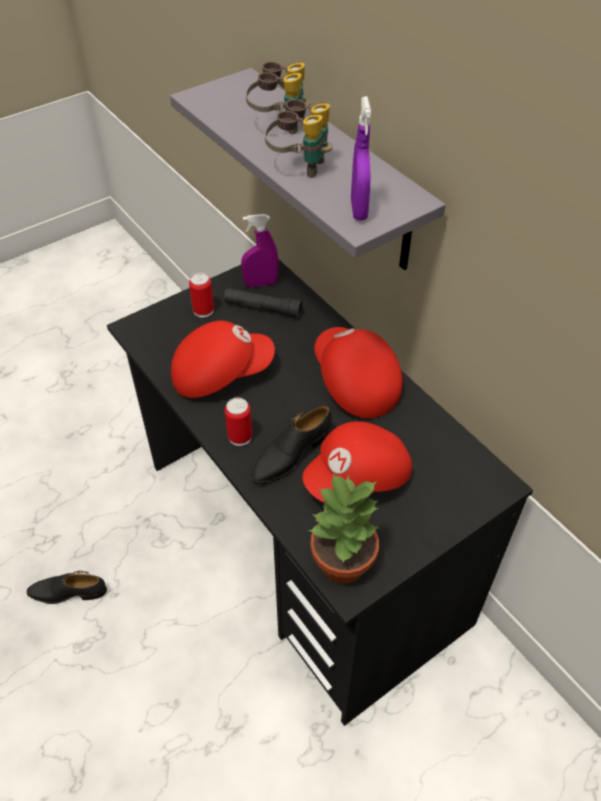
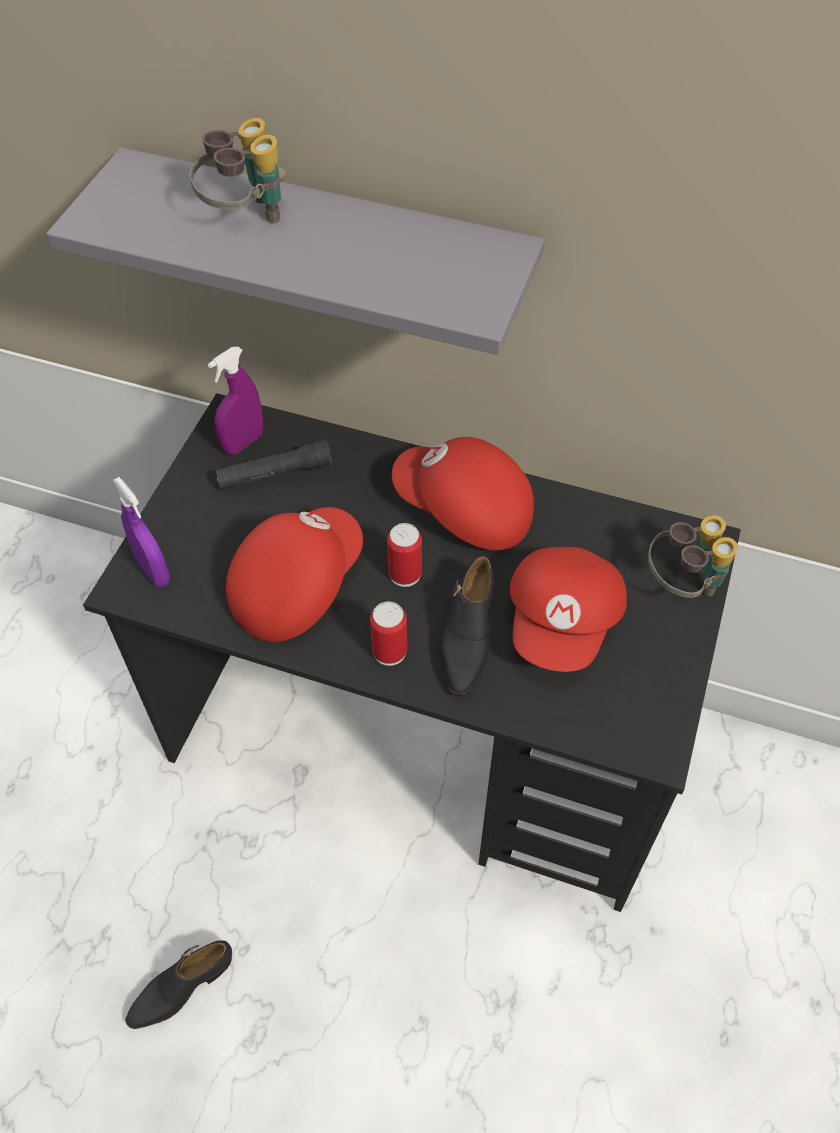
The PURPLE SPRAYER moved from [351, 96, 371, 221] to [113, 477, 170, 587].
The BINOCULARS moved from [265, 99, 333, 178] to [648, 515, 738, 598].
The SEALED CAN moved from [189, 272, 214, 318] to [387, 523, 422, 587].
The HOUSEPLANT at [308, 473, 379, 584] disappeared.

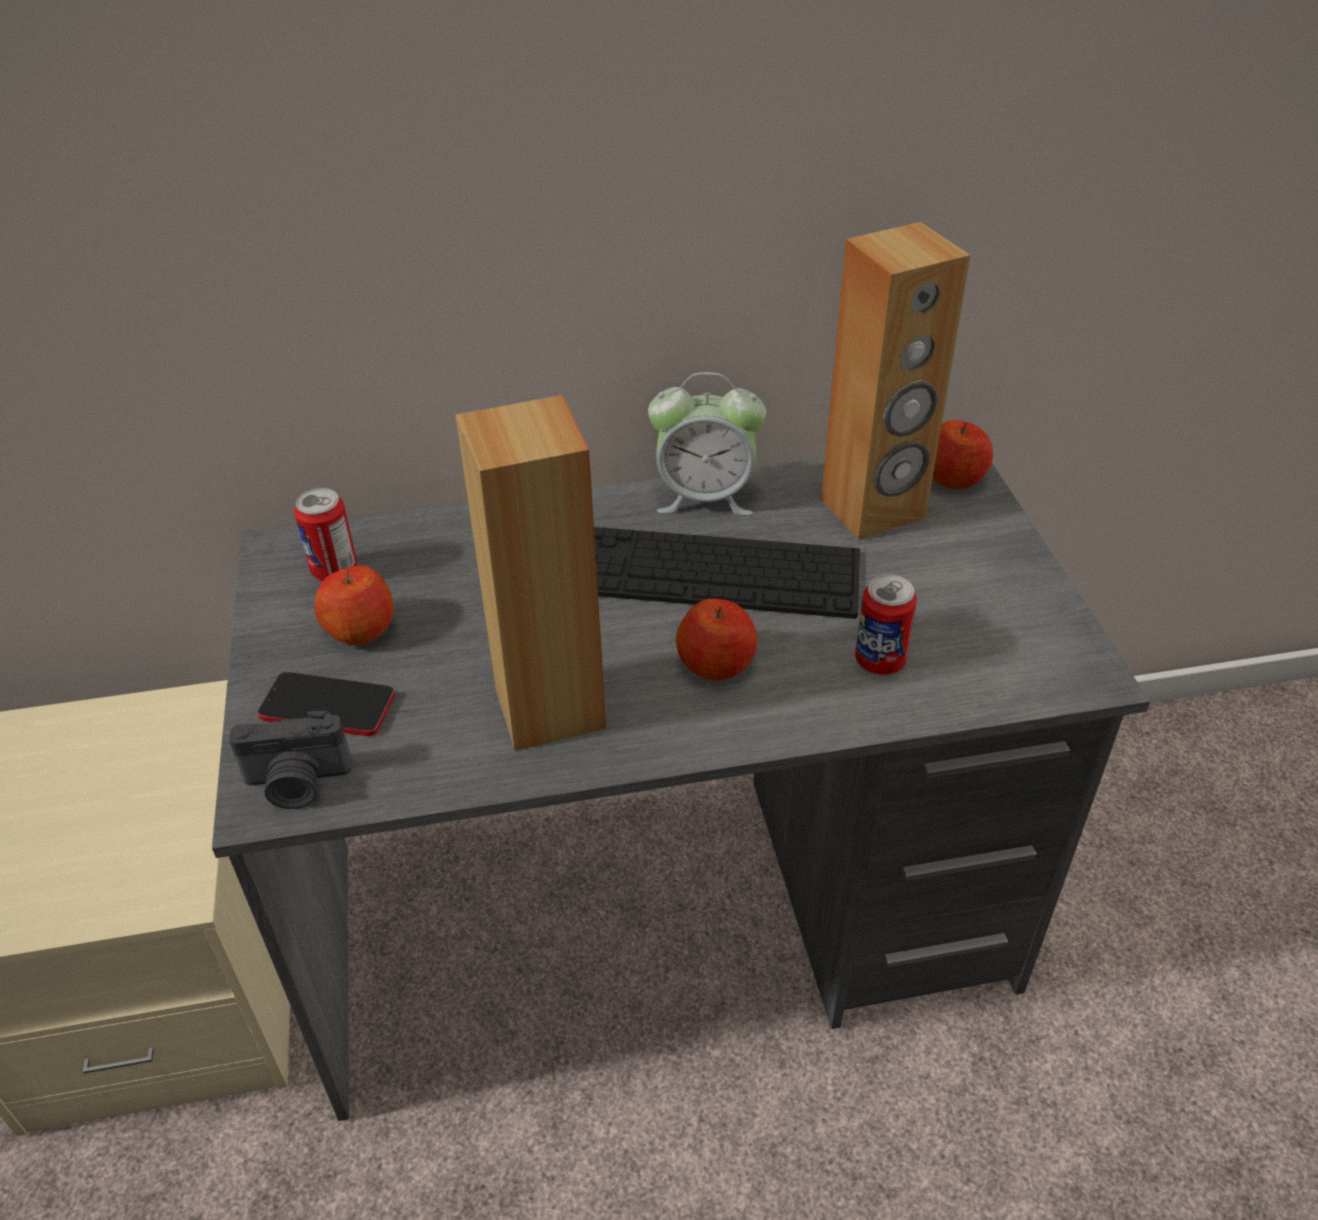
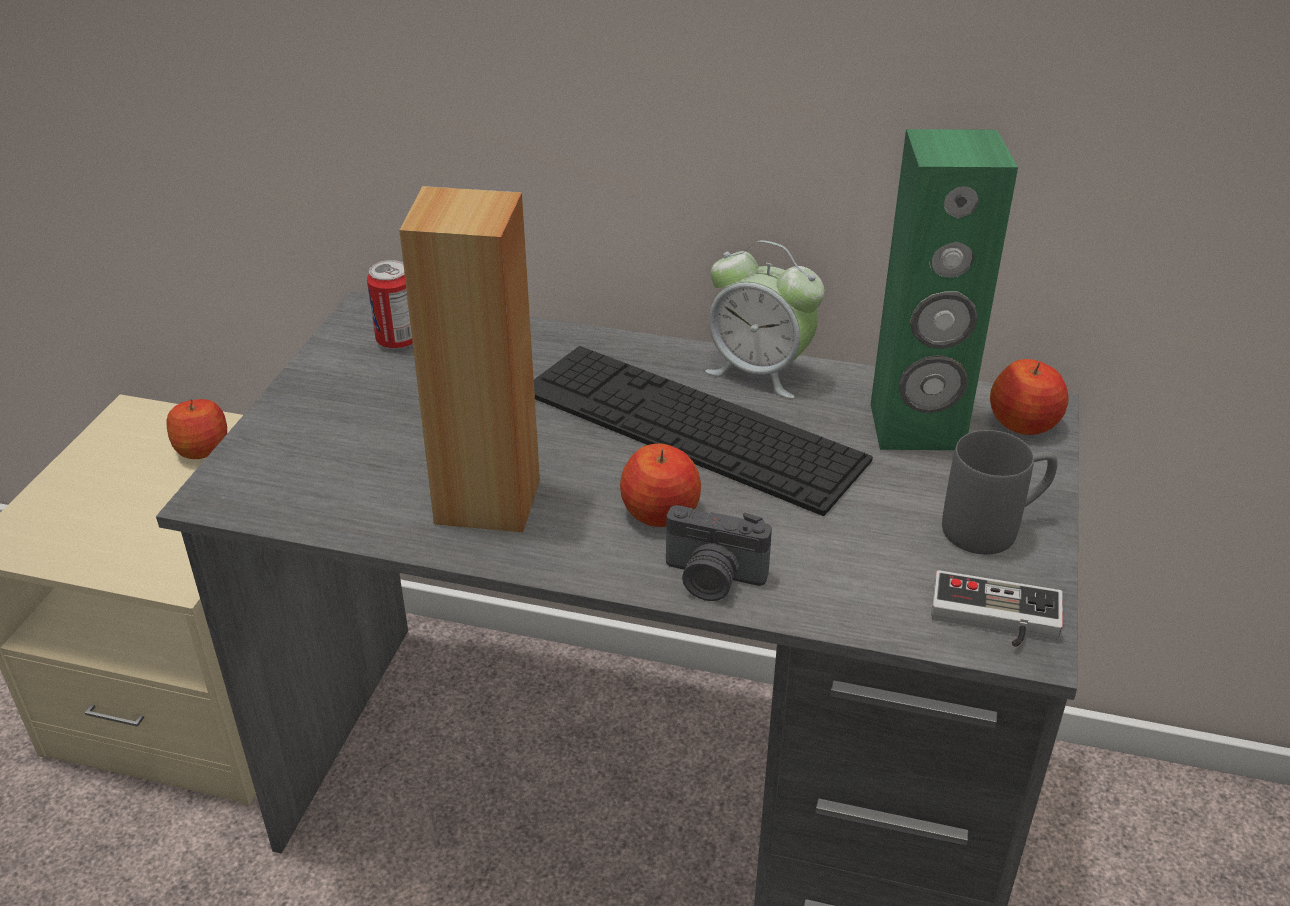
The BROWNISH LOUDSPEAKER at [821, 222, 970, 540] became the GREENISH LOUDSPEAKER at [871, 129, 1018, 450].
The APPLE FRUIT moved from [314, 565, 394, 645] to [166, 399, 227, 459].
The SEALED CAN at [855, 574, 917, 675] disappeared.
The HANDSET at [257, 672, 395, 736] disappeared.
The PHOTO CAMERA moved from [229, 711, 352, 809] to [666, 505, 772, 601].
The GRAY MUG at [942, 430, 1057, 555] appeared.
The JOYPAD at [931, 570, 1063, 647] appeared.

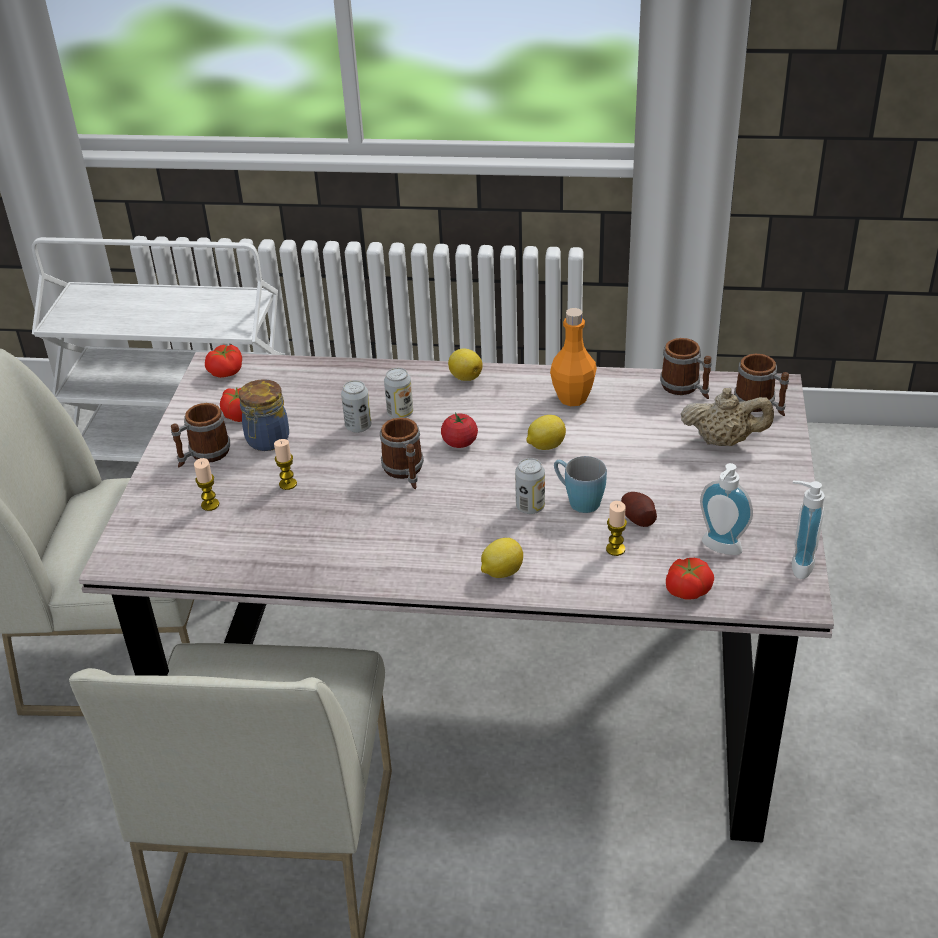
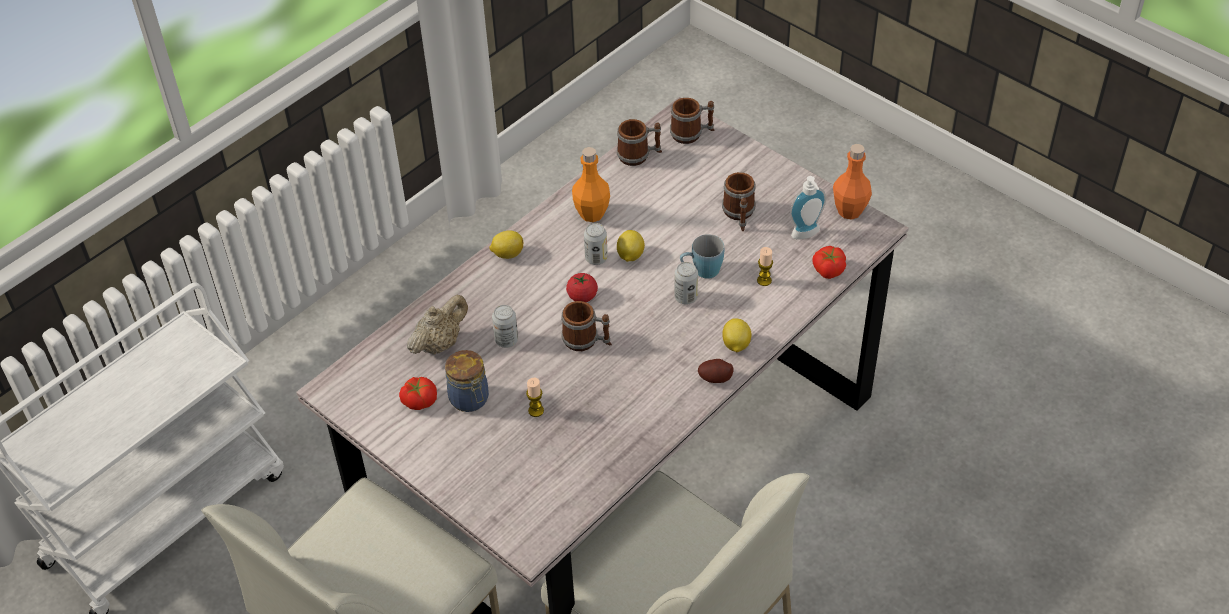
The FRESH TOMATO at [205, 345, 242, 378] disappeared.
The SEALED CAN moved from [384, 368, 413, 418] to [584, 223, 608, 265].
The BEIGE-COLOURED POT FOR TEA moved from [681, 388, 774, 446] to [407, 295, 468, 355].
The MUG moved from [171, 403, 230, 467] to [722, 172, 756, 231].
The CANDLE at [194, 458, 219, 511] disappeared.
The SOAP BOTTLE at [792, 481, 825, 579] was replaced by the ORANGE BEVERAGE BOTTLE at [833, 144, 872, 220].
The SPUD moved from [621, 492, 657, 527] to [698, 359, 734, 383].

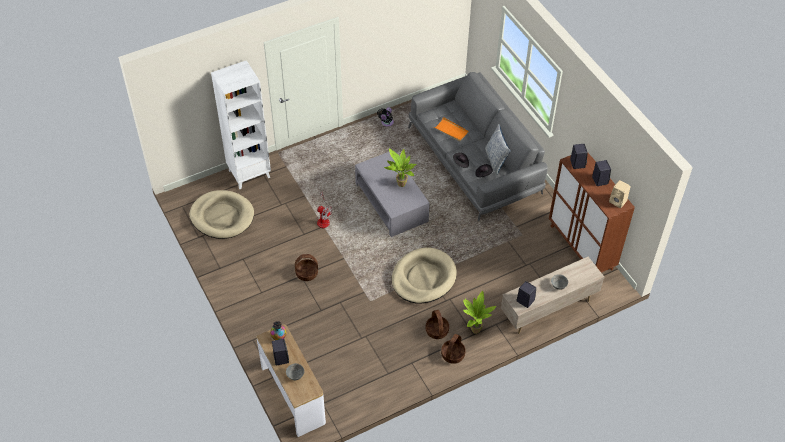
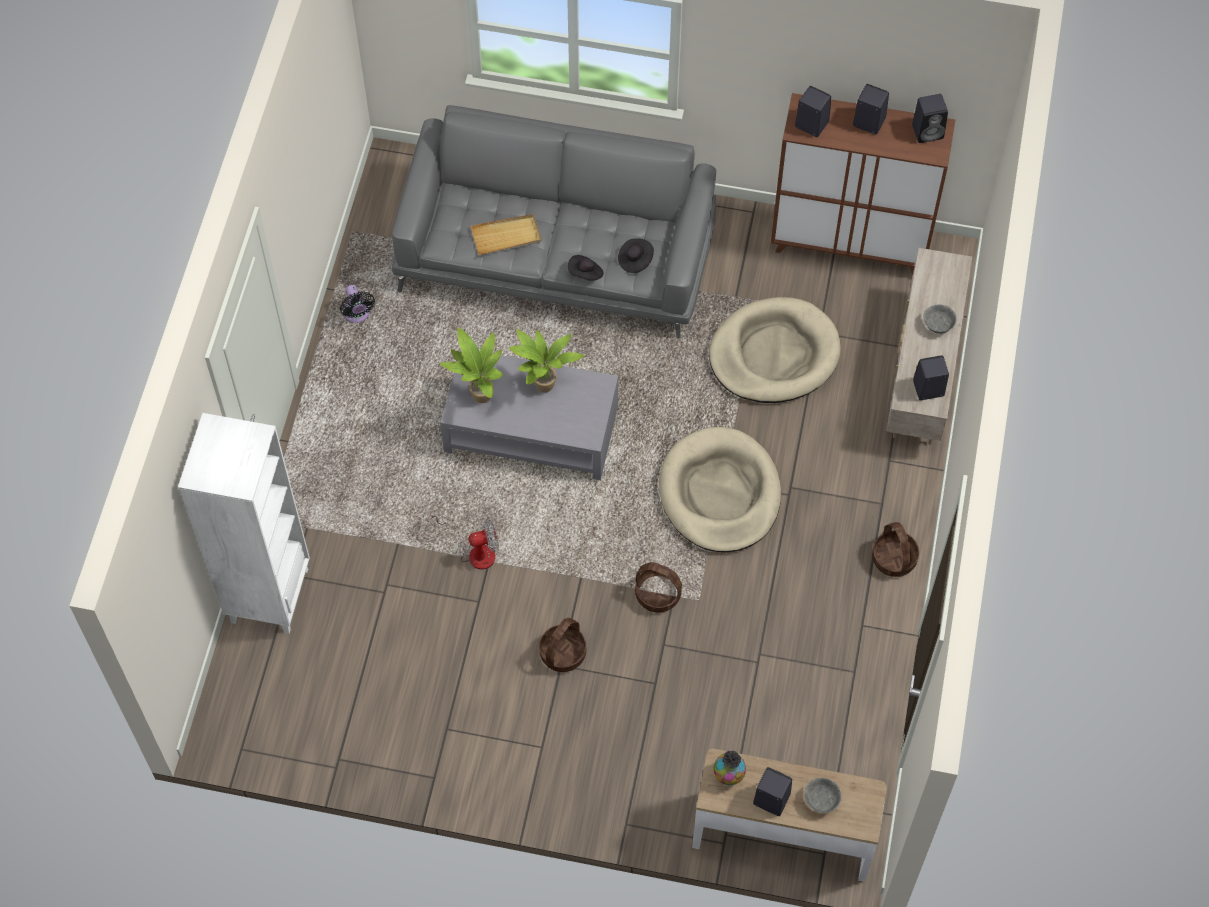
The ORANGE TRAY at [434, 117, 469, 142] became the BEIGE-COLOURED TRAY at [471, 214, 541, 255].
The THROW PILLOW at [485, 124, 511, 175] disappeared.
The BEIGE-COLOURED LOUDSPEAKER at [609, 180, 631, 208] became the BLACKISH LOUDSPEAKER at [912, 94, 948, 143].
The BEIGE-COLOURED DOG BED moved from [189, 190, 254, 239] to [709, 297, 841, 403].
The HOUSEPLANT moved from [463, 291, 496, 334] to [440, 328, 503, 403].
The BASKET moved from [426, 310, 449, 339] to [635, 562, 682, 613].

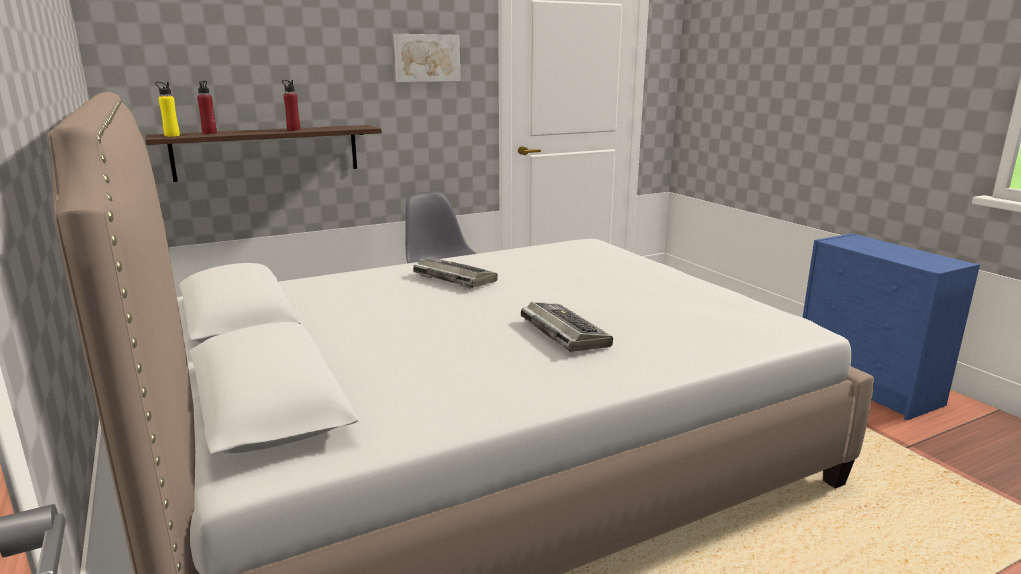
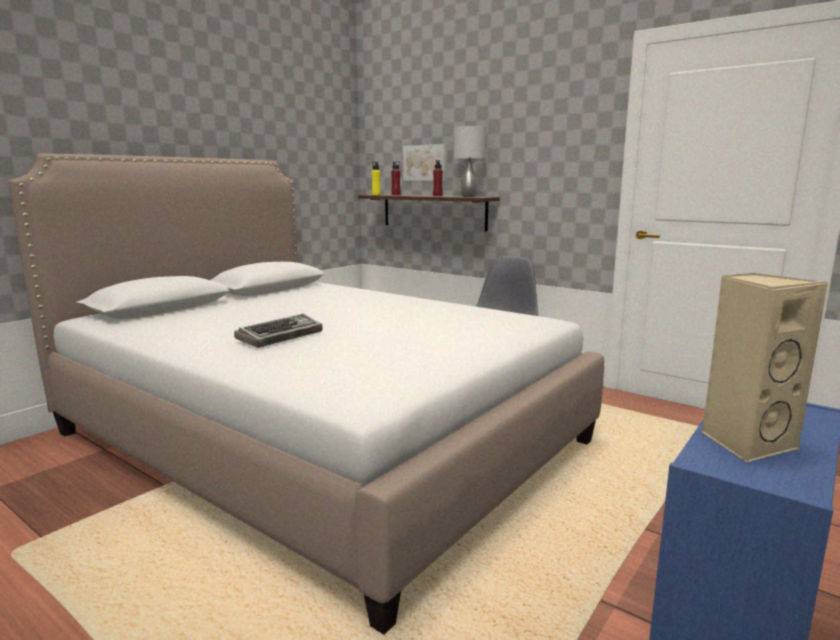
The PICTURE moved from [393, 34, 460, 82] to [403, 144, 447, 181].
The PC KEYBOARD at [413, 259, 498, 289] disappeared.
The GRAY TABLETOP LAMP at [454, 126, 486, 197] appeared.
The BEIGE-COLOURED LOUDSPEAKER at [701, 273, 828, 463] appeared.

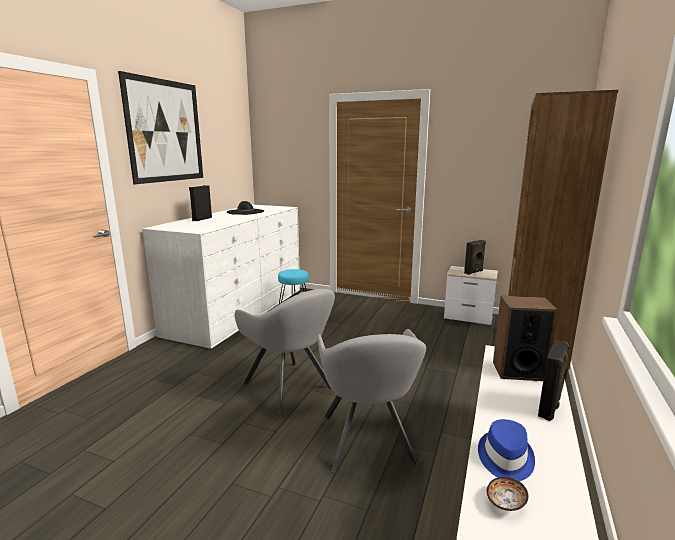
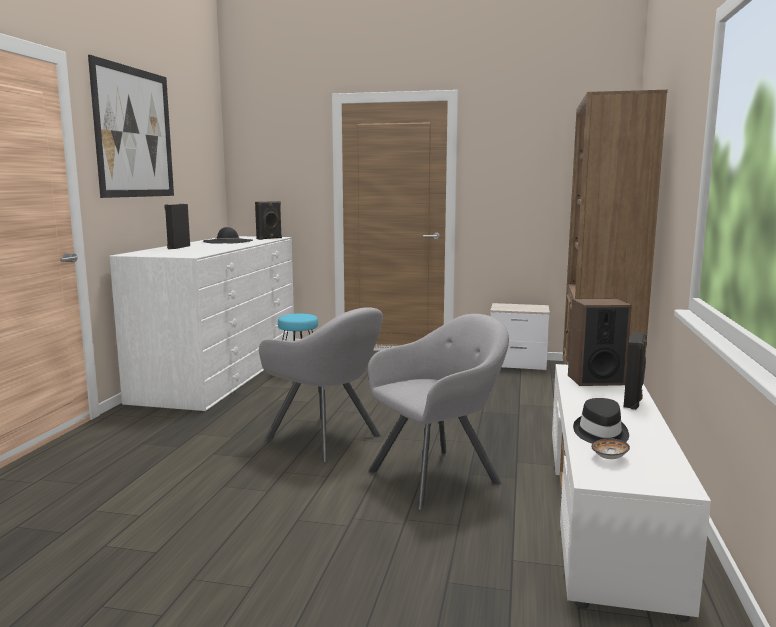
The BLACKISH LOUDSPEAKER moved from [464, 240, 486, 275] to [255, 201, 282, 240].
The GRAY EASY CHAIR at [317, 329, 426, 473] turned 105 degrees counterclockwise.
The BLUISH WEARABLE HAT at [478, 419, 535, 481] became the BLACKISH WEARABLE HAT at [573, 398, 629, 444].

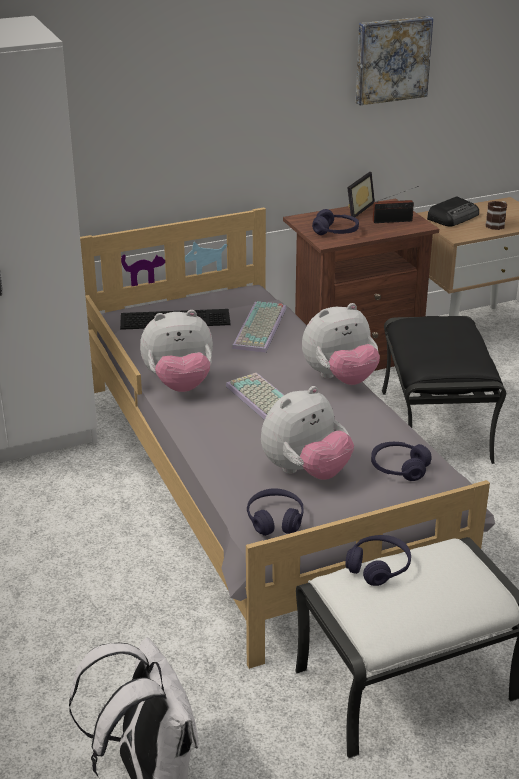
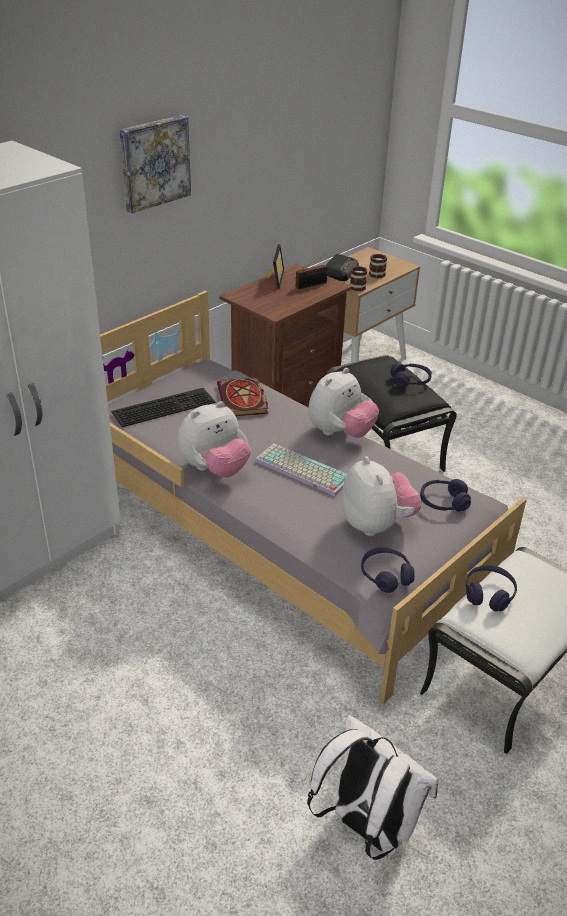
The PICTURE moved from [356, 16, 433, 105] to [120, 115, 191, 214].
The PURPLE HEADSET moved from [312, 209, 359, 235] to [390, 362, 432, 387].
The PC KEYBOARD at [232, 301, 287, 353] was replaced by the BOOK at [217, 378, 268, 416].
The CUDDLY TOY at [261, 386, 354, 480] turned 45 degrees counterclockwise.
The MUG at [350, 266, 367, 291] appeared.

